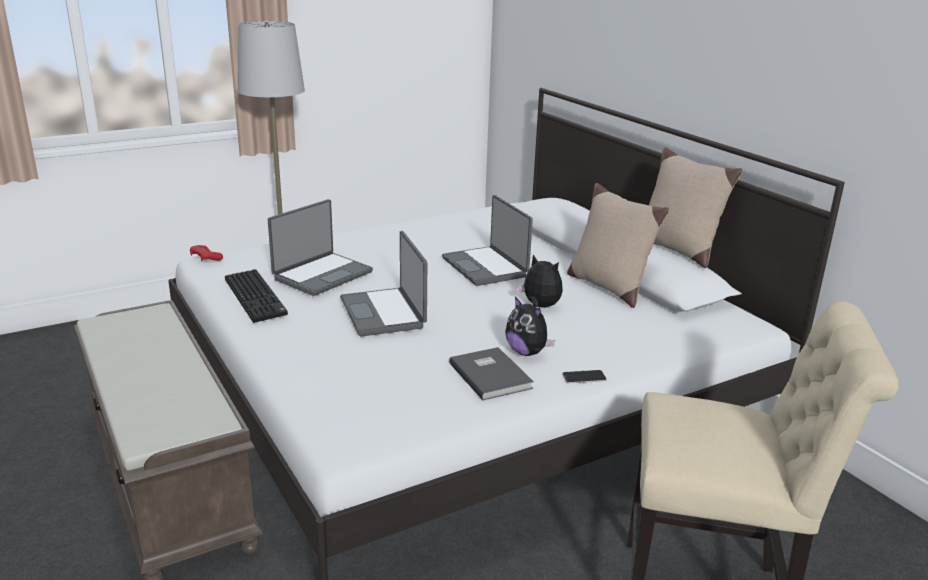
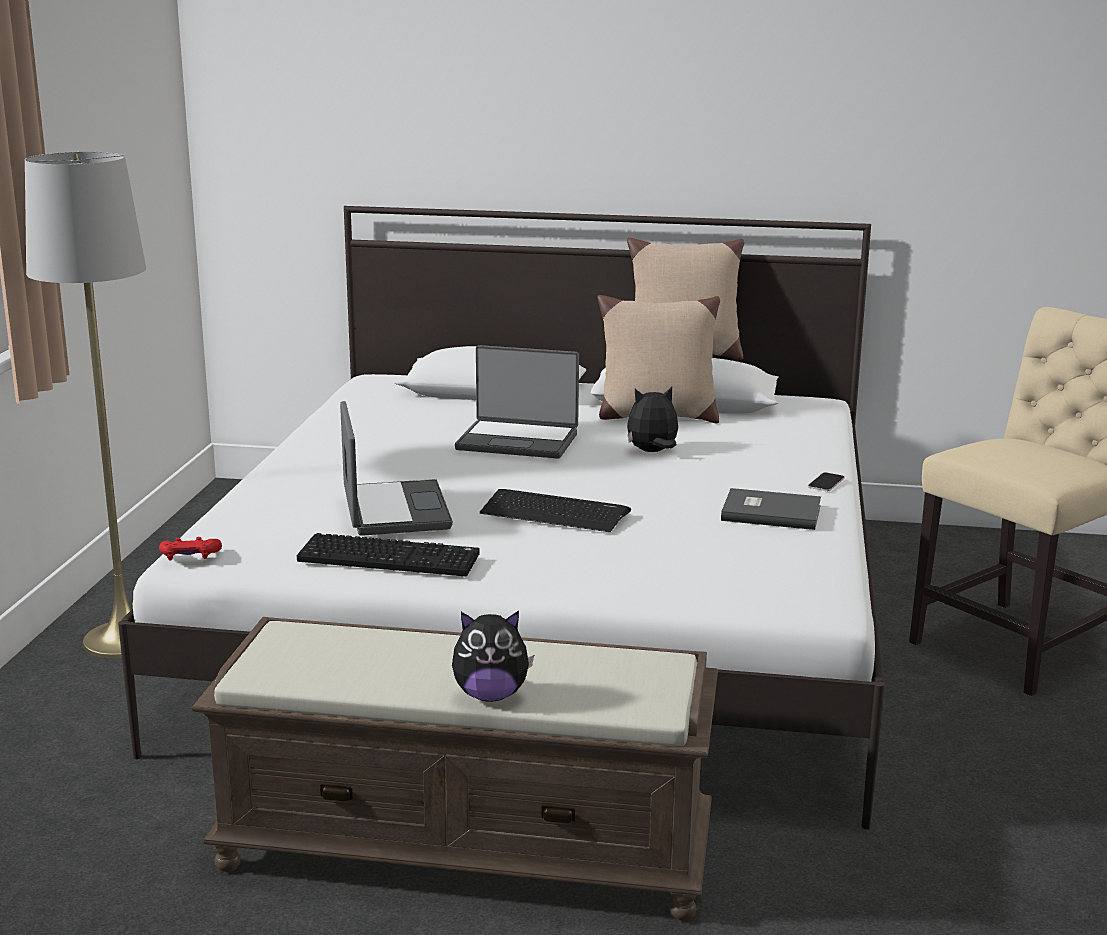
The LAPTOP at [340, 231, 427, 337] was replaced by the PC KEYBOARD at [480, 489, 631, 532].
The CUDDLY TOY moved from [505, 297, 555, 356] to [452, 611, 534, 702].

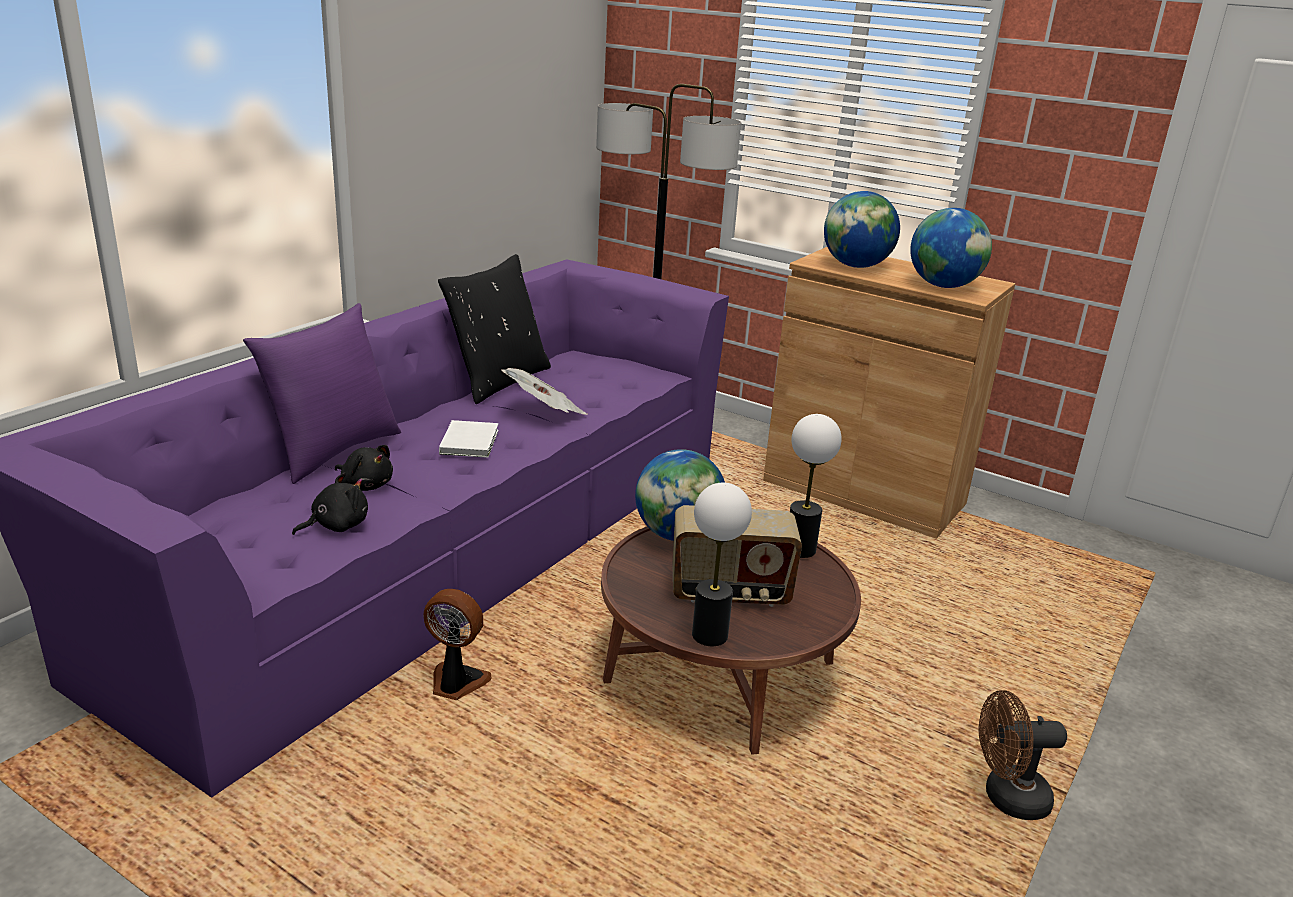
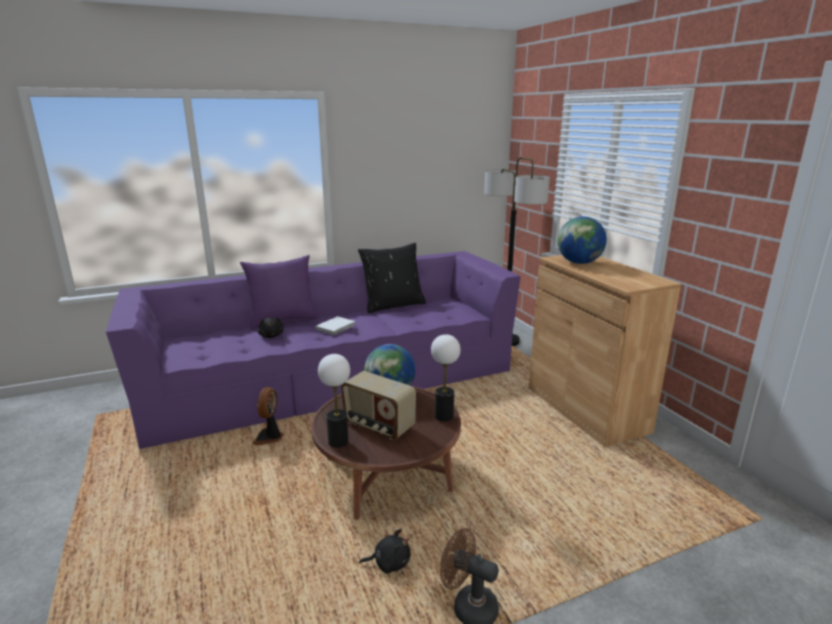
The WORLD GLOBE at [910, 208, 992, 288] disappeared.
The NEWSPAPER at [502, 368, 588, 415] disappeared.
The BLACKISH CUDDLY TOY moved from [292, 472, 368, 535] to [359, 529, 410, 574].
The FAN at [423, 589, 491, 700] turned 135 degrees counterclockwise.

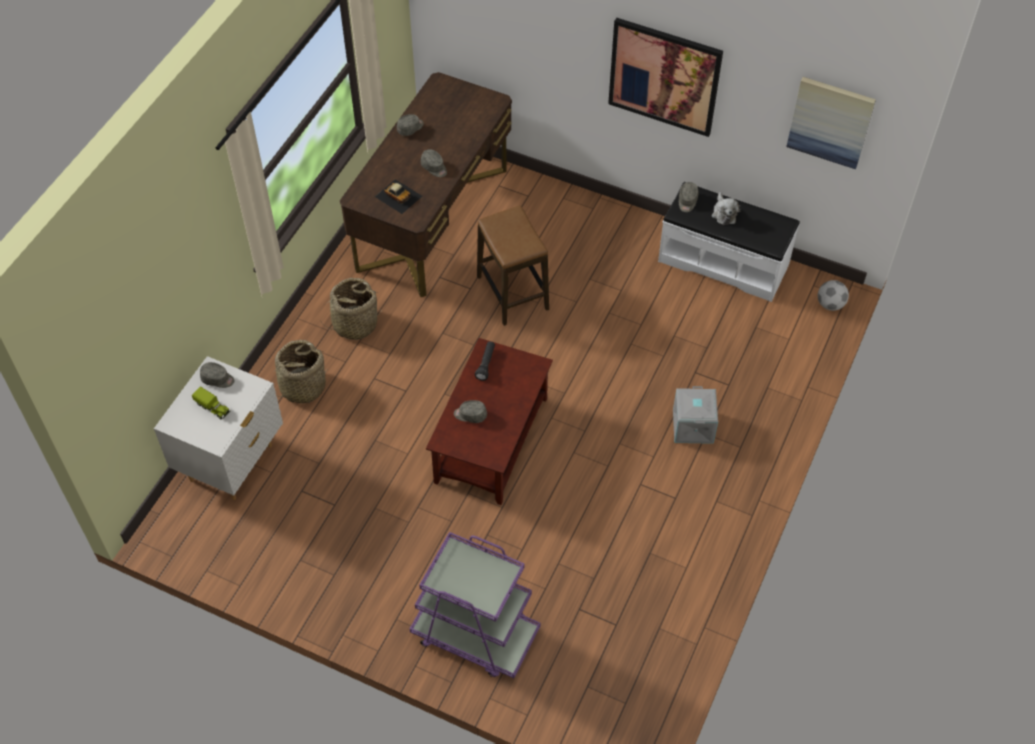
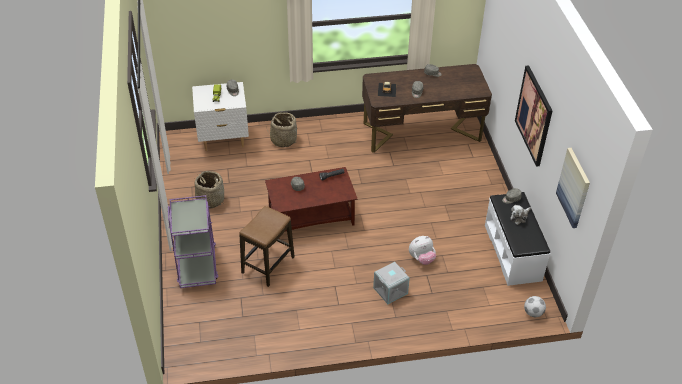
The STOOL moved from [477, 206, 549, 326] to [239, 206, 295, 287].
The BASKET moved from [321, 278, 383, 340] to [194, 171, 224, 208].
The CUDDLY TOY at [409, 236, 436, 265] appeared.

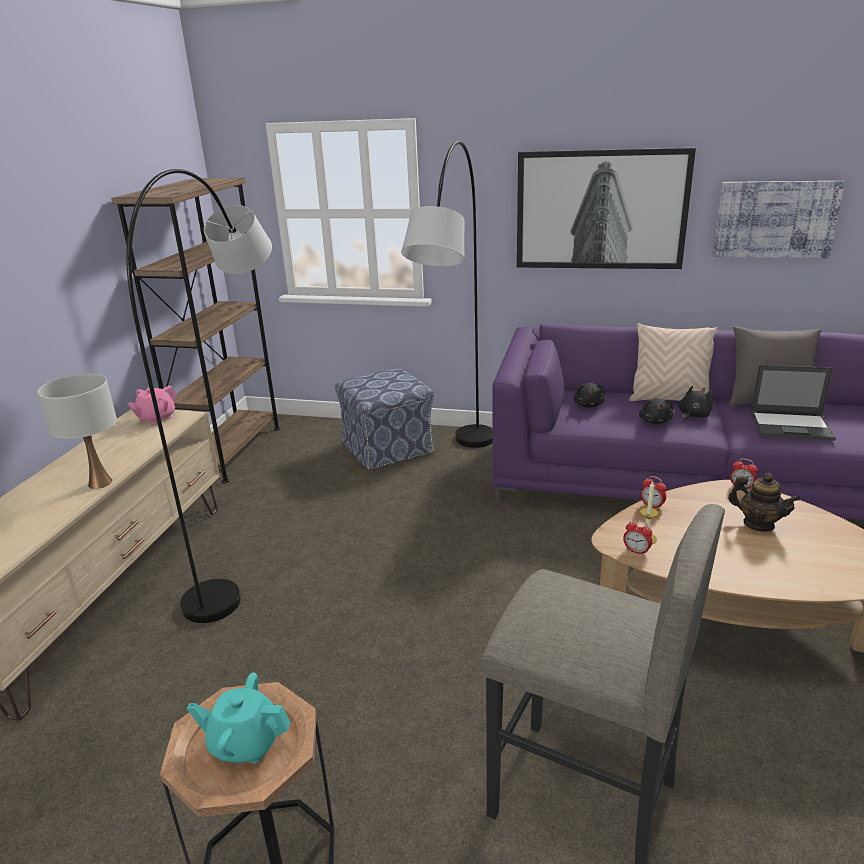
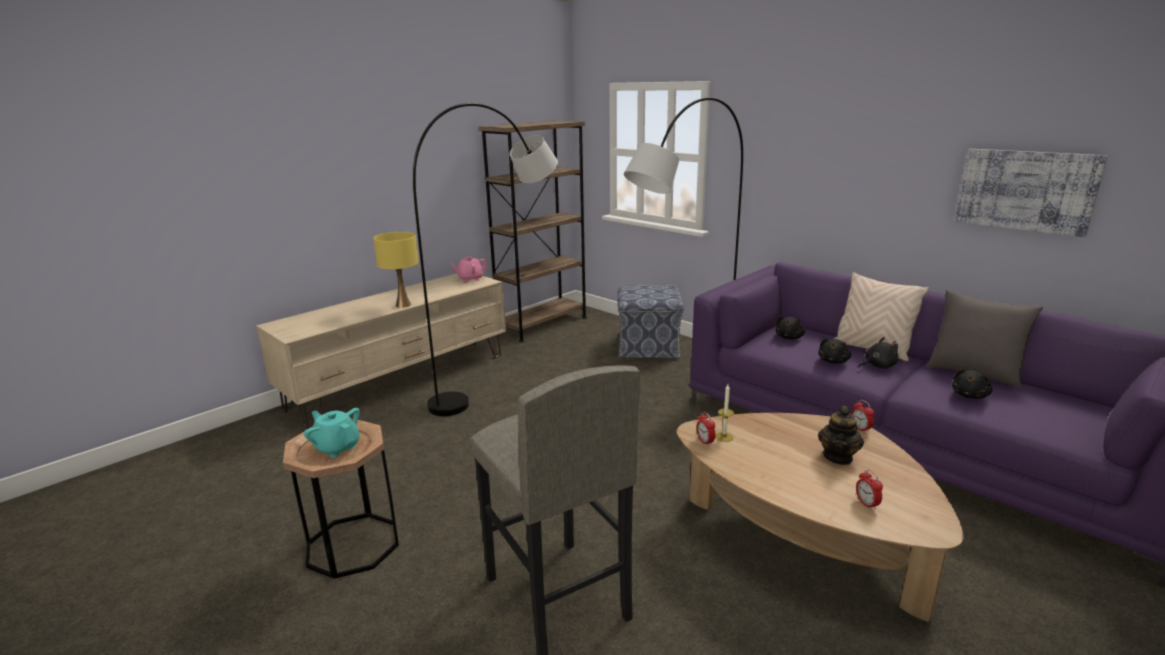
The PICTURE at [517, 148, 696, 269] disappeared.
The LAPTOP at [751, 365, 836, 441] was replaced by the BLACKISH CUDDLY TOY at [952, 369, 992, 399].
The WHITISH TABLETOP LAMP at [37, 374, 117, 489] became the YELLOW-COLOURED TABLETOP LAMP at [373, 232, 419, 308].
The POT FOR TEA at [728, 473, 801, 532] turned 45 degrees clockwise.
The BEDSIDE CLOCK moved from [640, 476, 666, 510] to [856, 470, 883, 510].

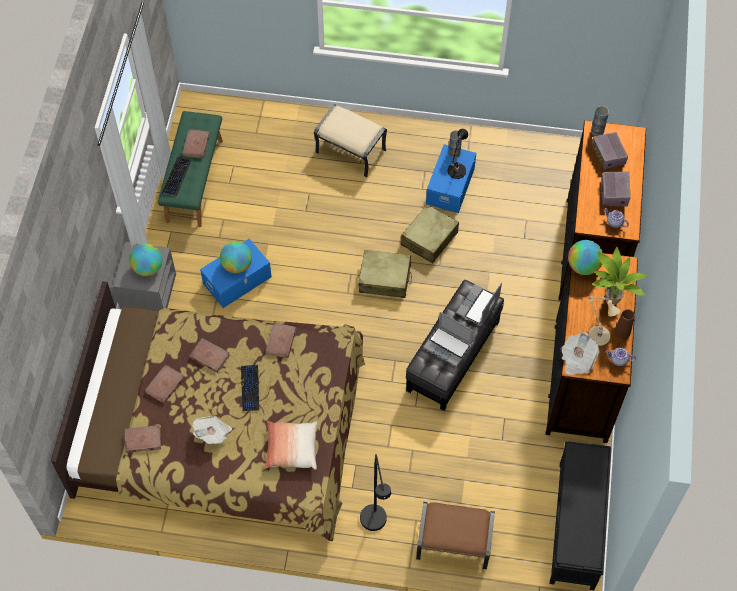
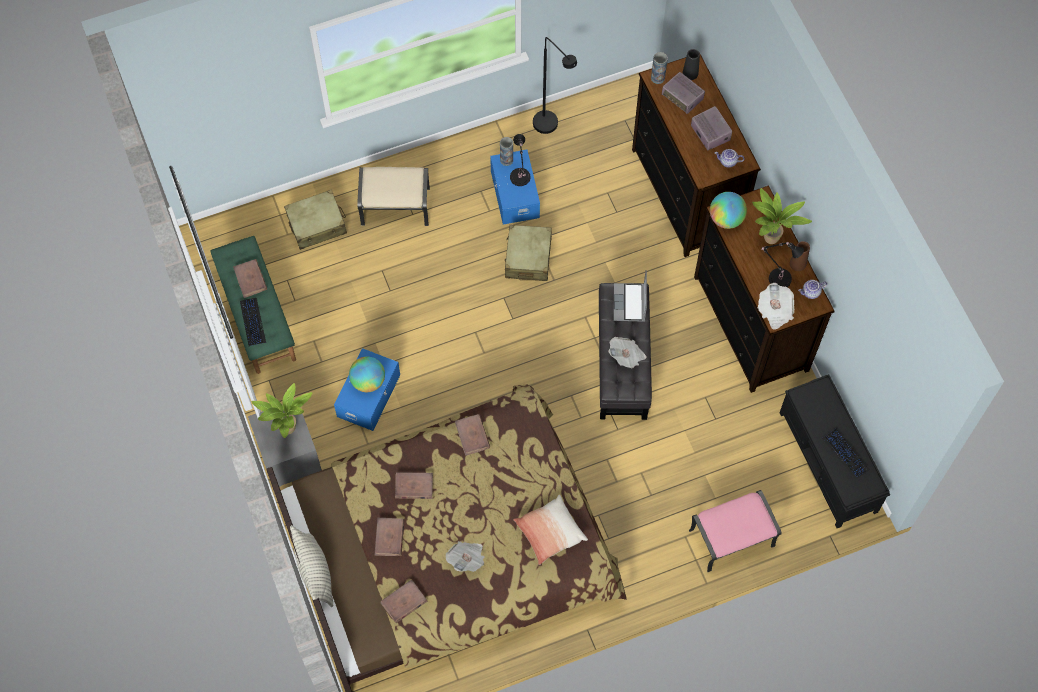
The WORLD GLOBE at [129, 244, 162, 276] was replaced by the HOUSEPLANT at [251, 383, 312, 438].
The BEIGE-COLOURED TRAVEL CASE moved from [358, 250, 412, 298] to [284, 190, 347, 250].
The BEIGE-COLOURED TABLETOP LAMP at [588, 296, 621, 346] became the BLACKISH TABLETOP LAMP at [761, 242, 804, 287].
The LAPTOP at [423, 312, 474, 367] was replaced by the NEWSPAPER at [608, 337, 646, 369].
The PC KEYBOARD moved from [241, 365, 259, 411] to [822, 429, 870, 479].
The BLACKISH STANDARD LAMP moved from [360, 454, 391, 531] to [533, 37, 577, 134].
The BROWNISH POUFFE at [416, 502, 495, 570] became the PINK-COLOURED POUFFE at [689, 490, 782, 572].
The BLACKISH FLOWER VASE at [682, 49, 700, 80] appeared.
The THROW PILLOW at [290, 525, 333, 607] appeared.

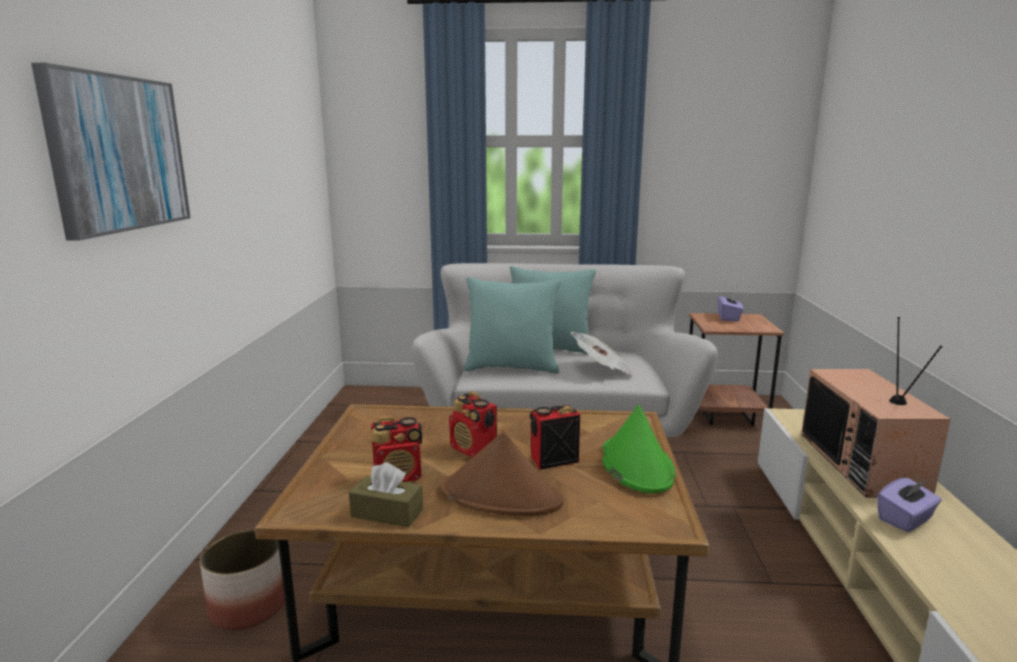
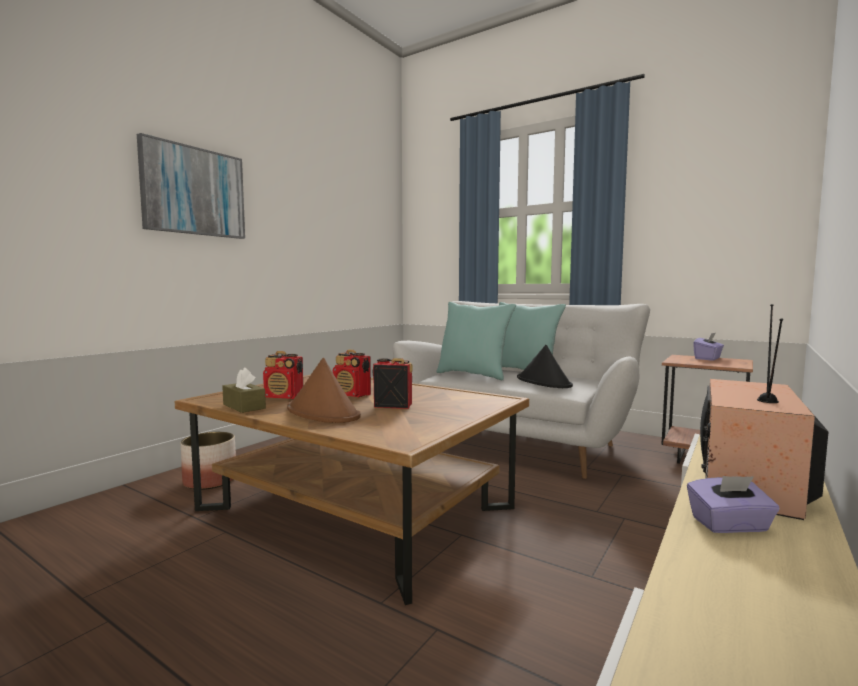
The NEWSPAPER at [571, 332, 634, 375] was replaced by the BLACKISH WEARABLE HAT at [517, 345, 573, 388].
The RADIO at [449, 391, 497, 458] turned 45 degrees counterclockwise.
The GREENISH WEARABLE HAT at [602, 405, 675, 493] disappeared.

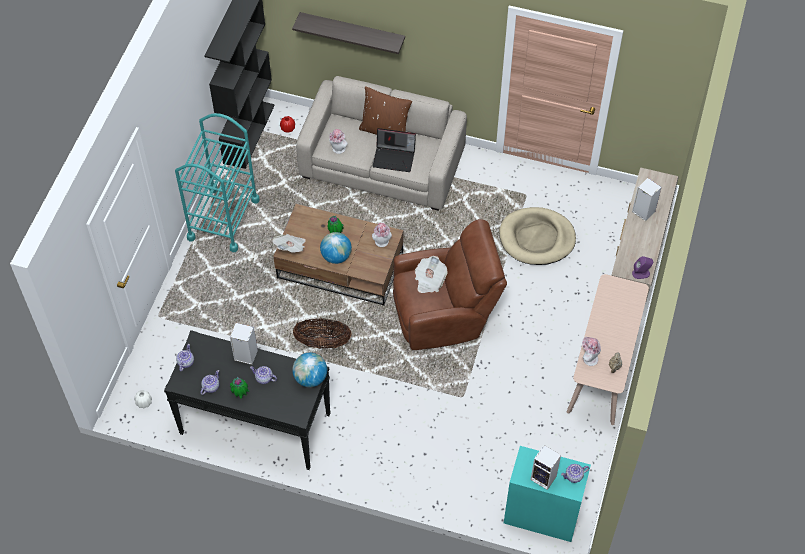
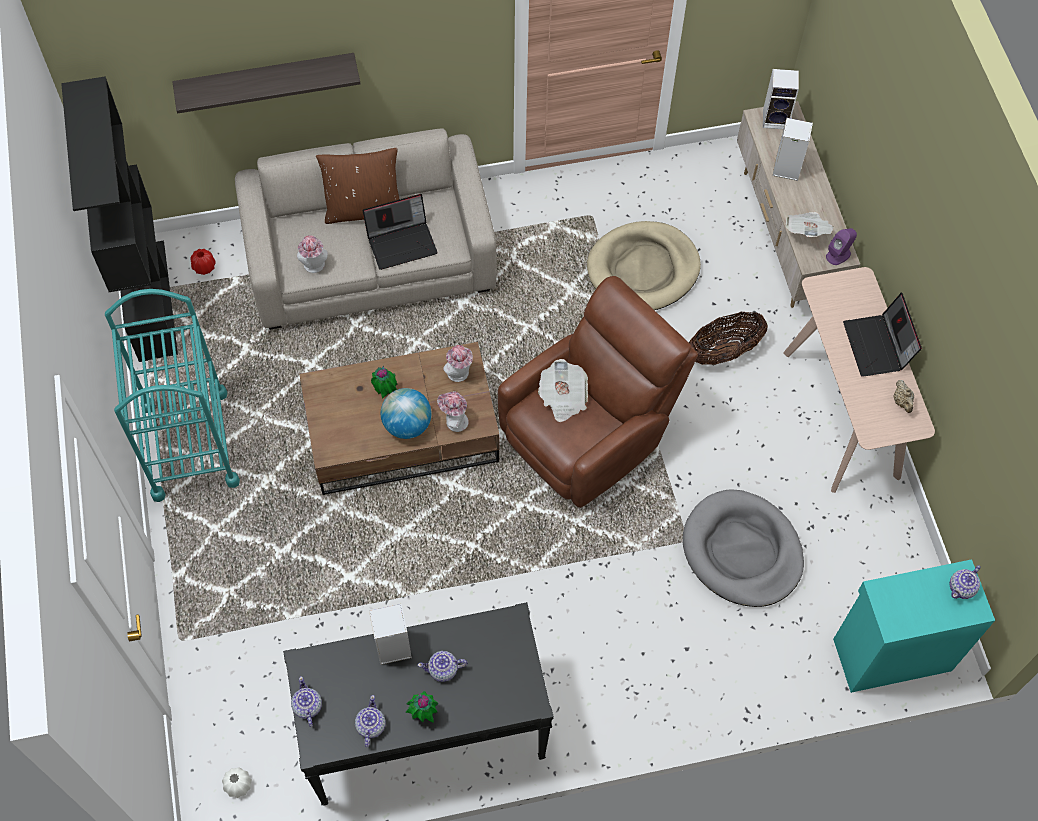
The NEWSPAPER moved from [273, 234, 306, 253] to [785, 212, 834, 237].
The BASKET moved from [293, 318, 352, 349] to [689, 312, 768, 365].
The WEARABLE HAT moved from [582, 337, 601, 366] to [437, 391, 469, 432].
The WORLD GLOBE at [292, 353, 327, 387] disappeared.
The LOUDSPEAKER moved from [530, 445, 561, 490] to [763, 69, 799, 129].
The LAPTOP at [843, 293, 922, 377] appeared.
The GRAY DOG BED at [683, 489, 804, 607] appeared.

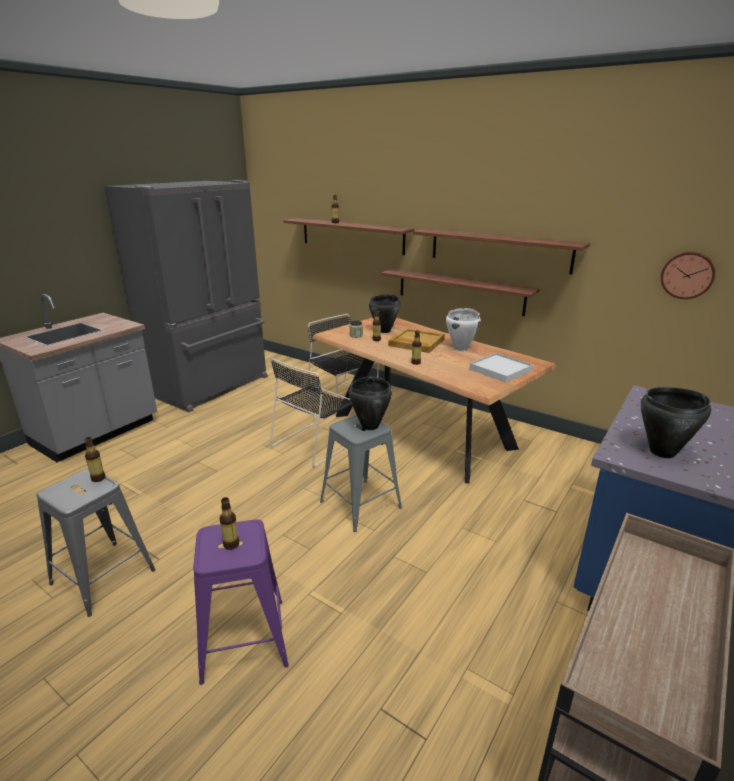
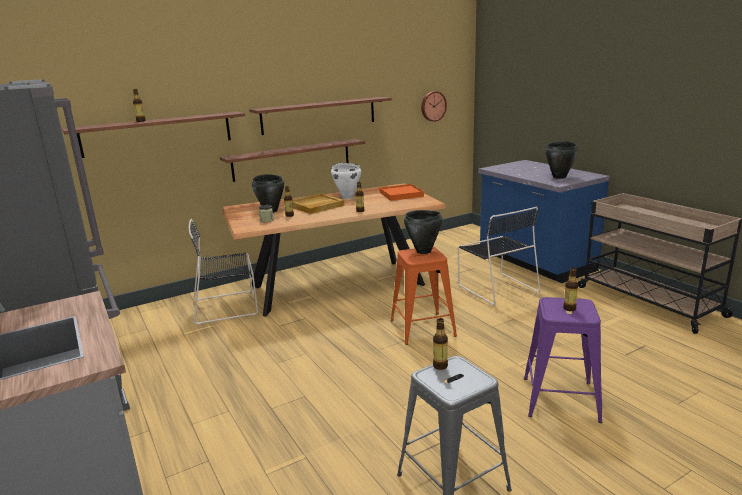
The WHITISH TRAY at [469, 353, 533, 383] became the ORANGE TRAY at [379, 184, 424, 201].
The BLACKISH PLAIN CHAIR moved from [270, 358, 356, 467] to [458, 206, 540, 305].
The GRAY STOOL at [320, 415, 402, 532] became the ORANGE STOOL at [391, 247, 457, 345].

